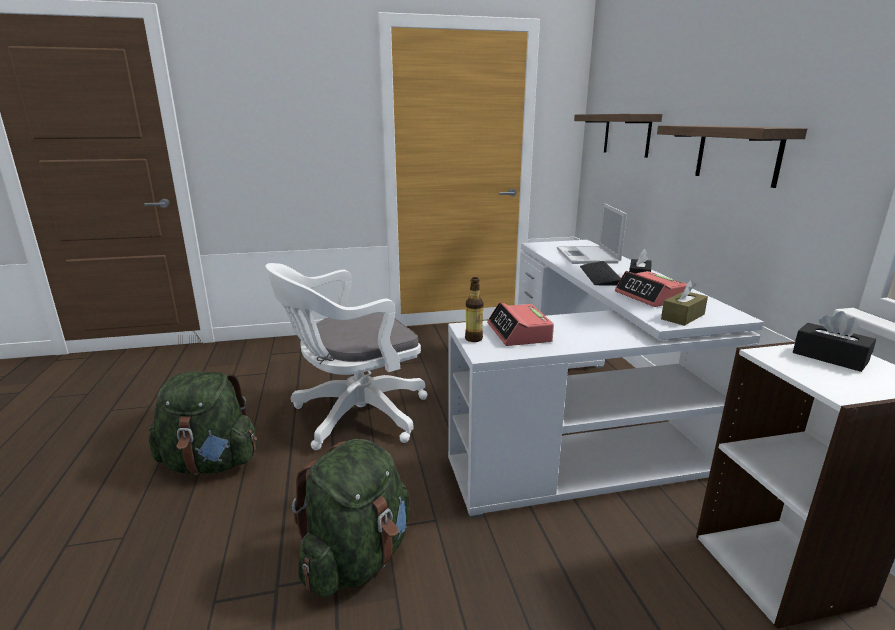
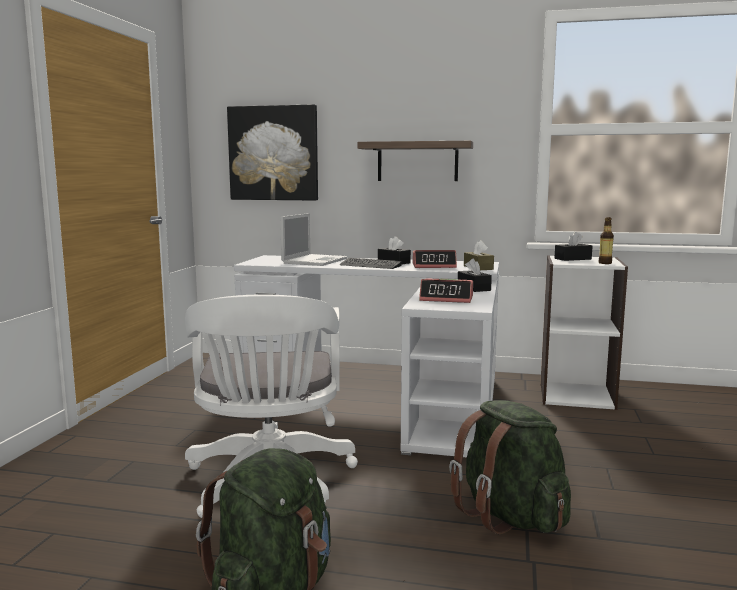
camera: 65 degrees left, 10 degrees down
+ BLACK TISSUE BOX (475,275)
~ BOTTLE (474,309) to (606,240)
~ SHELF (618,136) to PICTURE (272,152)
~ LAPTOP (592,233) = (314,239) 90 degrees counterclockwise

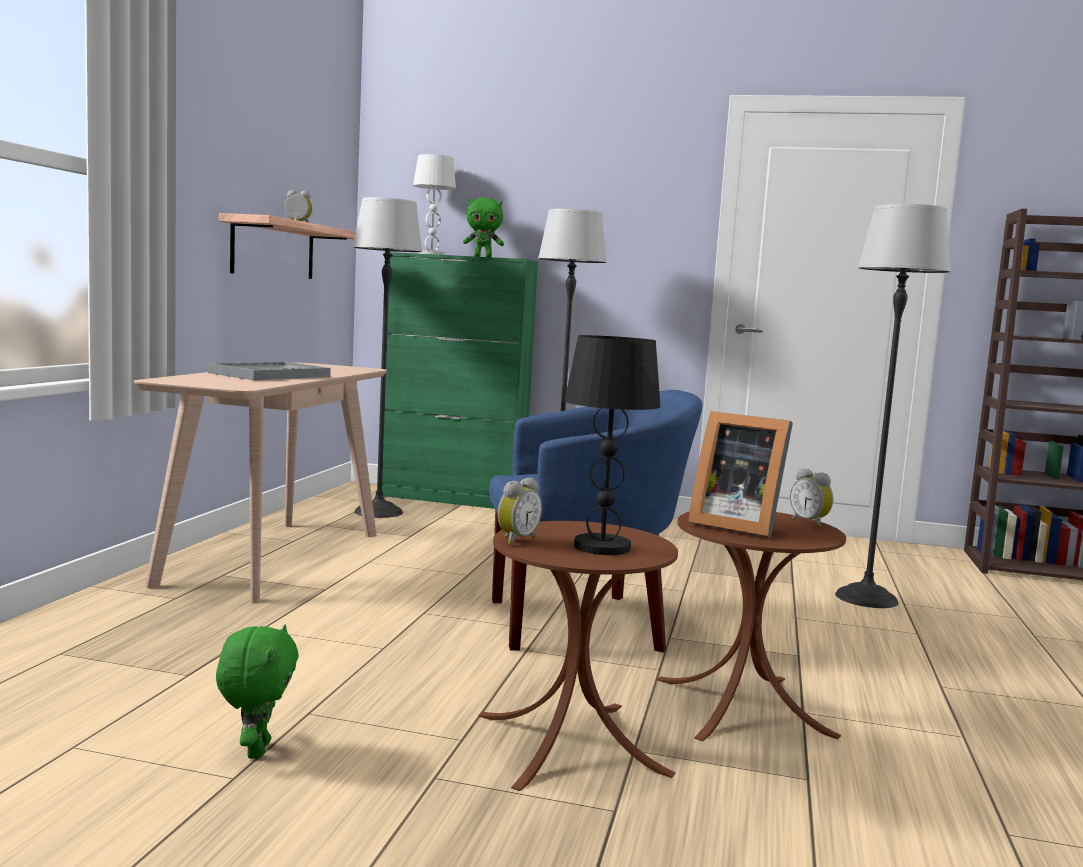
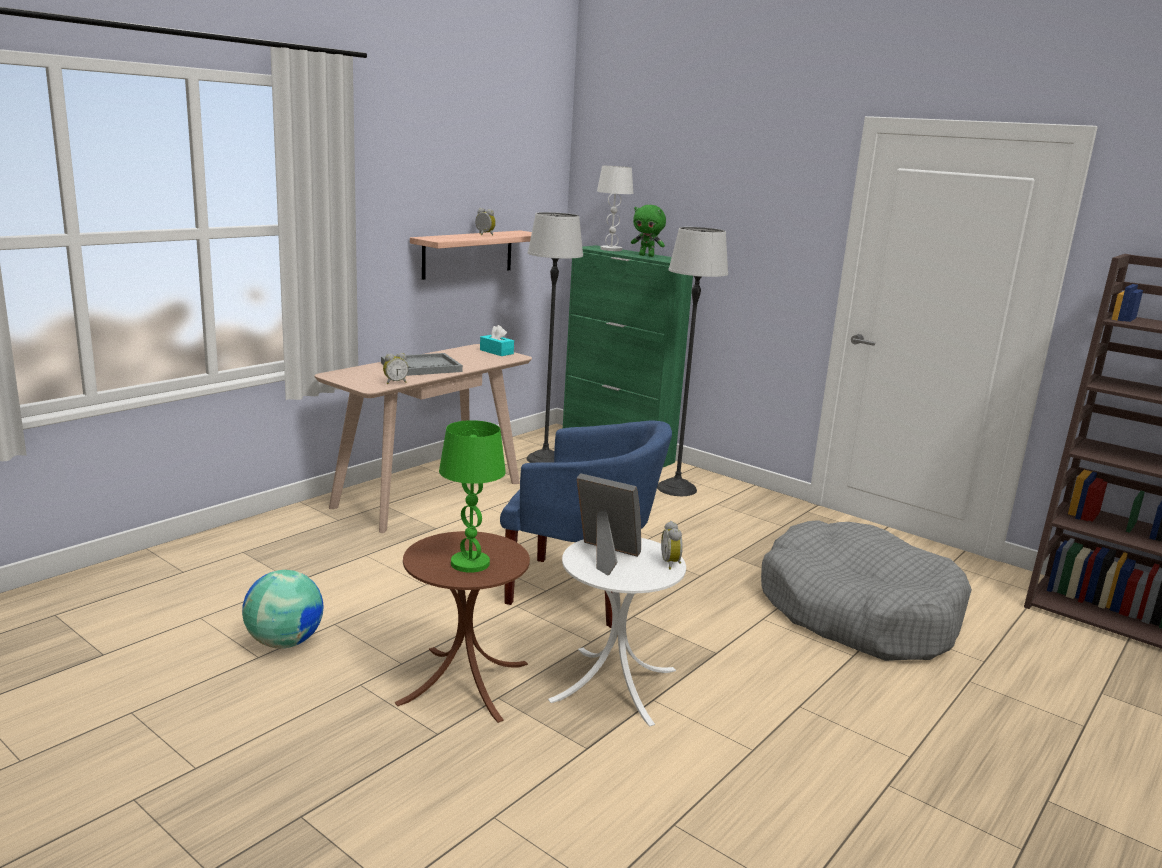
camera: 25 degrees right, 10 degrees up
+ TURQUOISE TISSUE BOX (497,340)
~ ALARM CLOCK (520,511) to (396,368)
~ GREEN PLUSH TOY (257,692) to GLOBE (283,609)
~ FLOOR LAMP (893,406) to GREY DOG BED (866,590)
~ BLACK TABLE LAMP (612,445) to GREEN TABLE LAMP (472,496)
~ BROWN SIDE TABLE (751,626) to WHITE SIDE TABLE (617,632)
~ PICTURE FRAME (740,474) = (609,524) 150 degrees clockwise

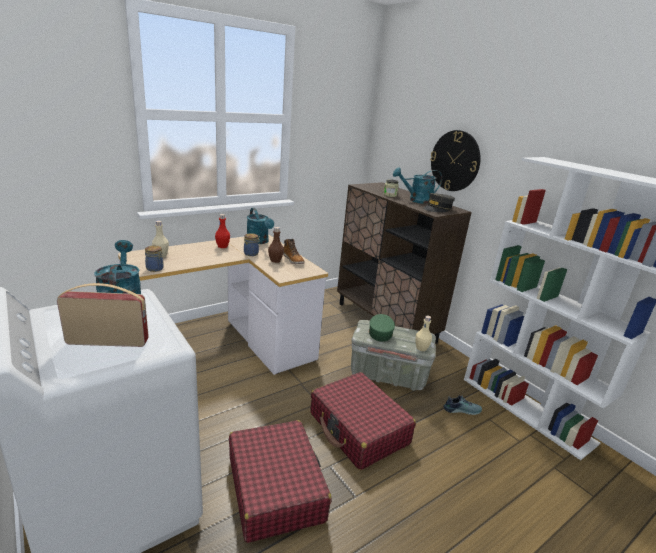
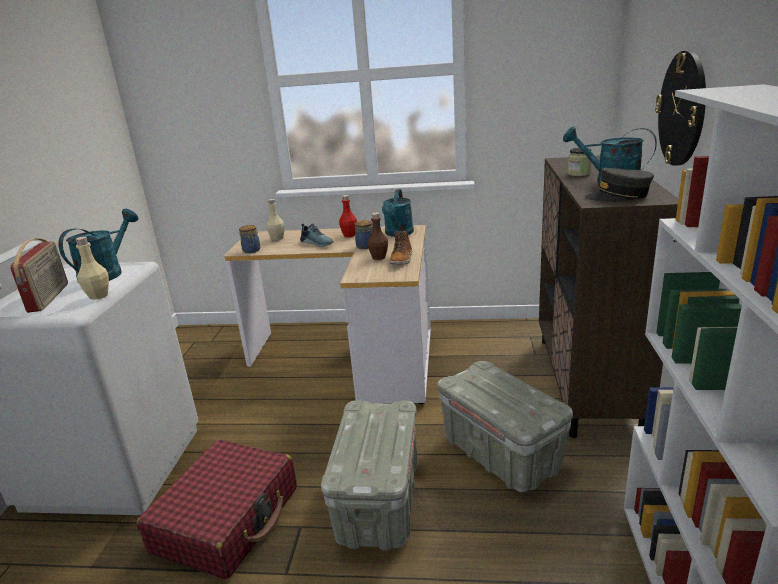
camera: 45 degrees right, 0 degrees up
- GREEN CAP (382,328)
~ BEIGE BOTTLE (424,333) to (92,268)
~ SHOE (462,405) to (317,235)
~ RED SUITCASE (363,421) to GREY STORAGE BOX (369,475)
~ RADIO (103,315) = (39,275) 45 degrees clockwise

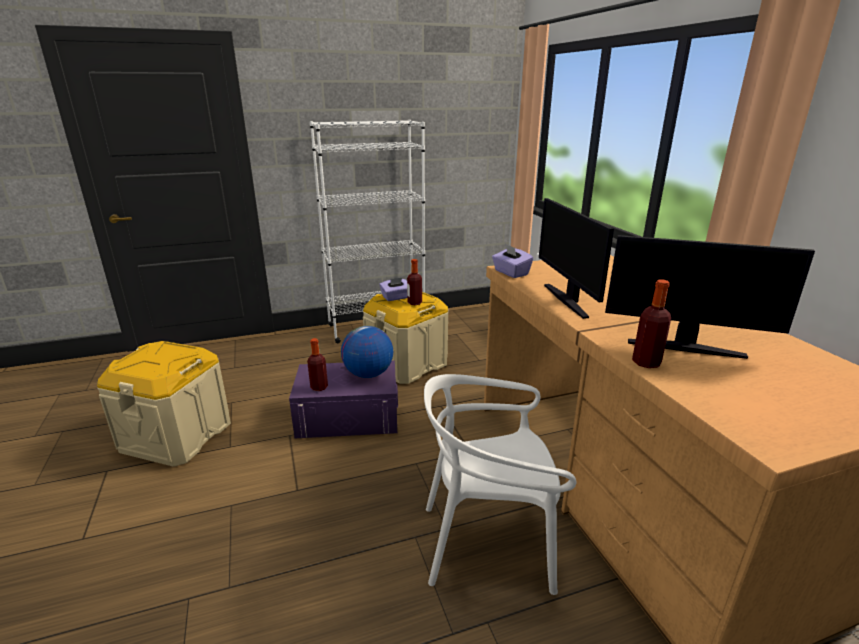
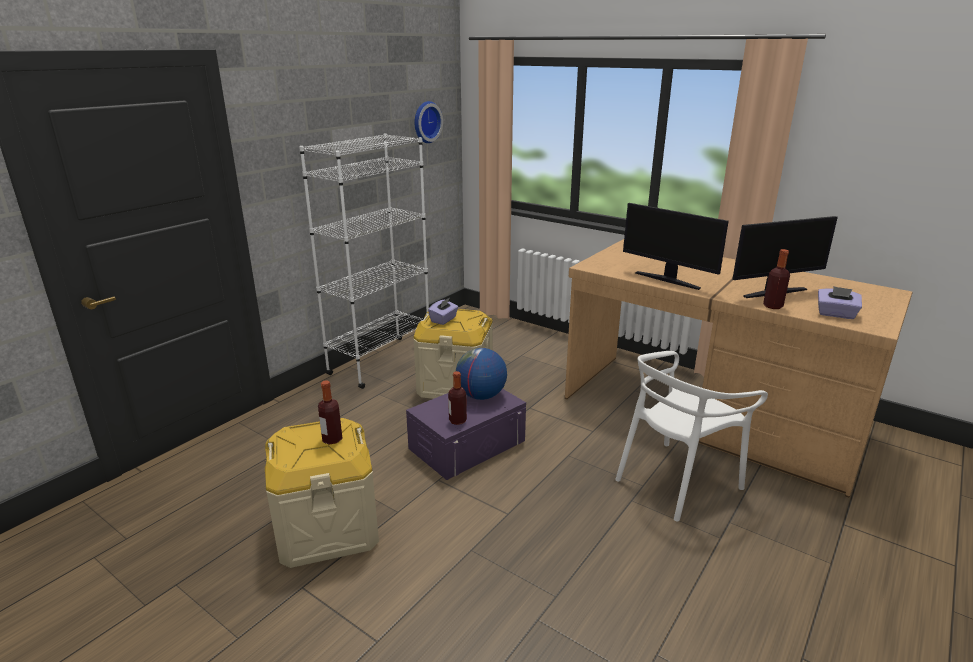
camera: 35 degrees left, 0 degrees up
+ WALL CLOCK (428,122)
~ BOTTLE (414,282) to (330,412)
~ PURPLE TISSUE BOX (512,261) to (840,302)

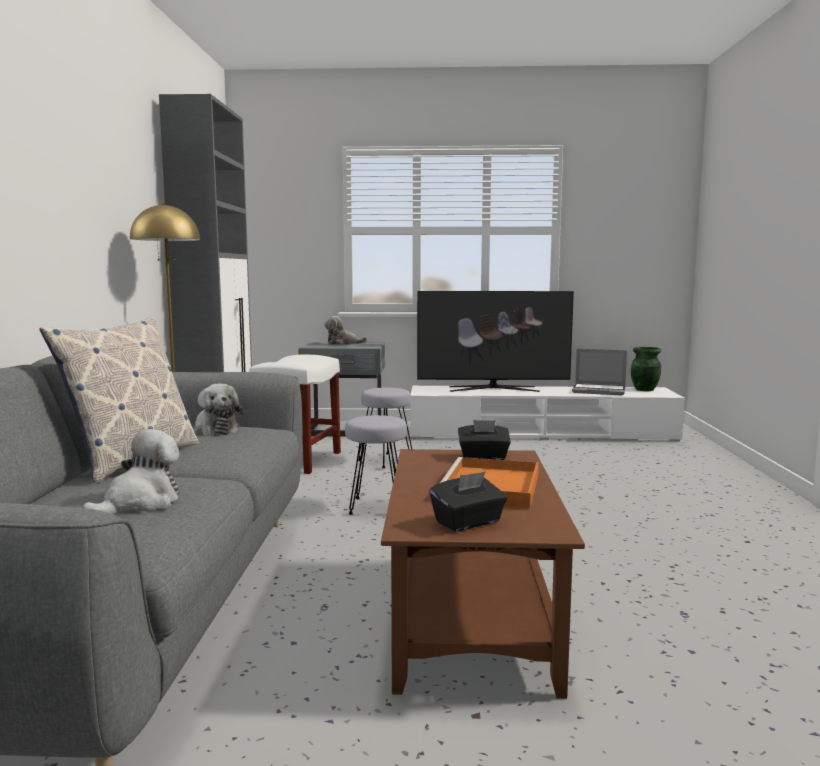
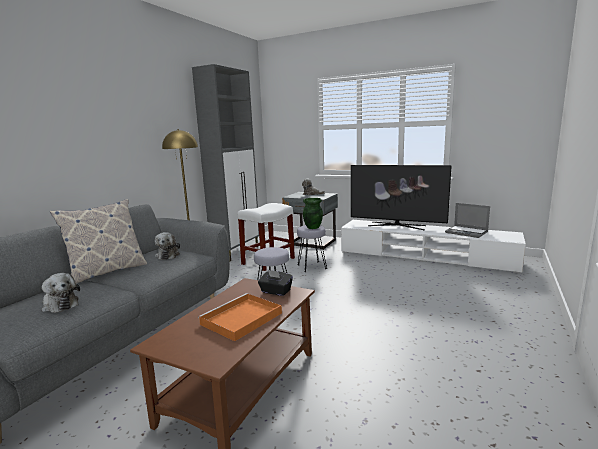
camera: 25 degrees right, 5 degrees up
- BLACK TISSUE BOX (468,501)
~ GREEN VASE (646,369) to (313,213)
~ PLUSH TOY (130,472) = (61,293) 75 degrees clockwise

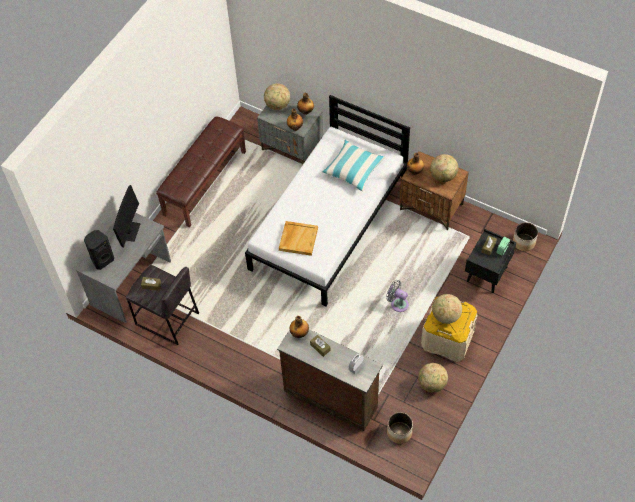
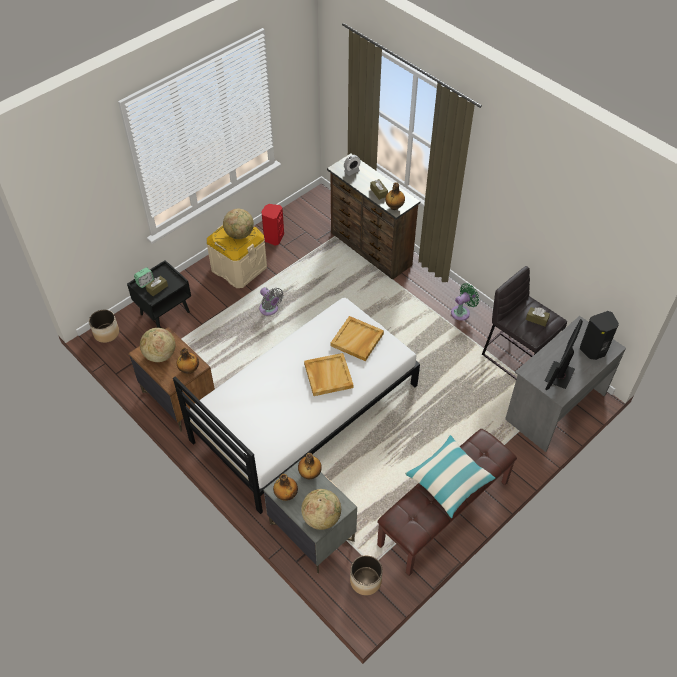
camera: 165 degrees left, 5 degrees down
+ BEIGE TRAY (328,374)
+ GREEN FAN (465,302)
~ PILLOW (353,165) to (450,476)
~ PLANTER (400,428) to (366,575)
~ GLOBE (433,378) to RED SPEAKER (273,225)

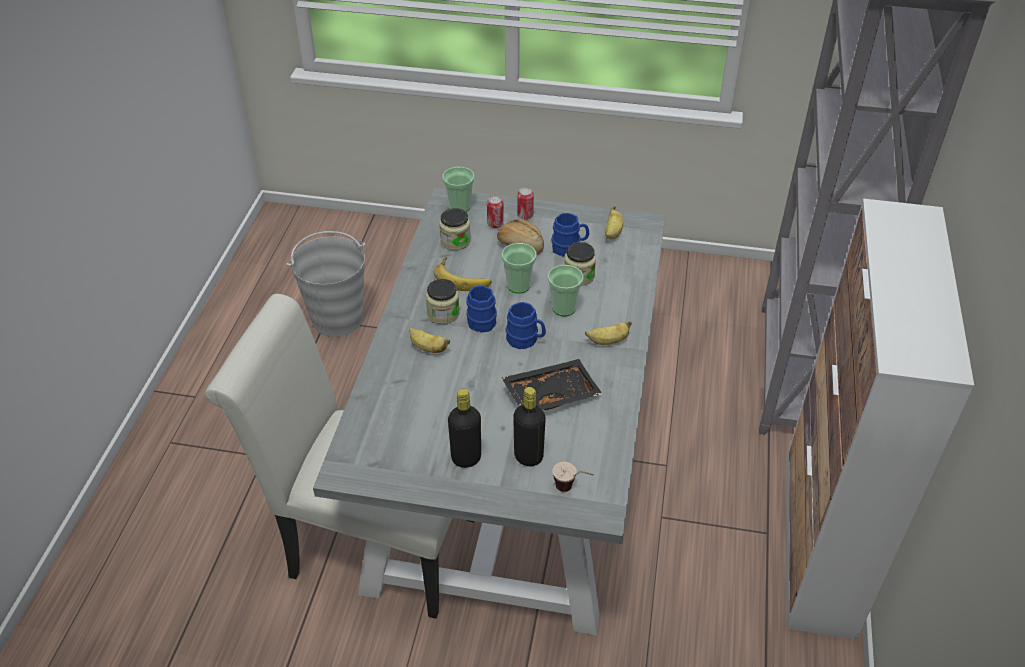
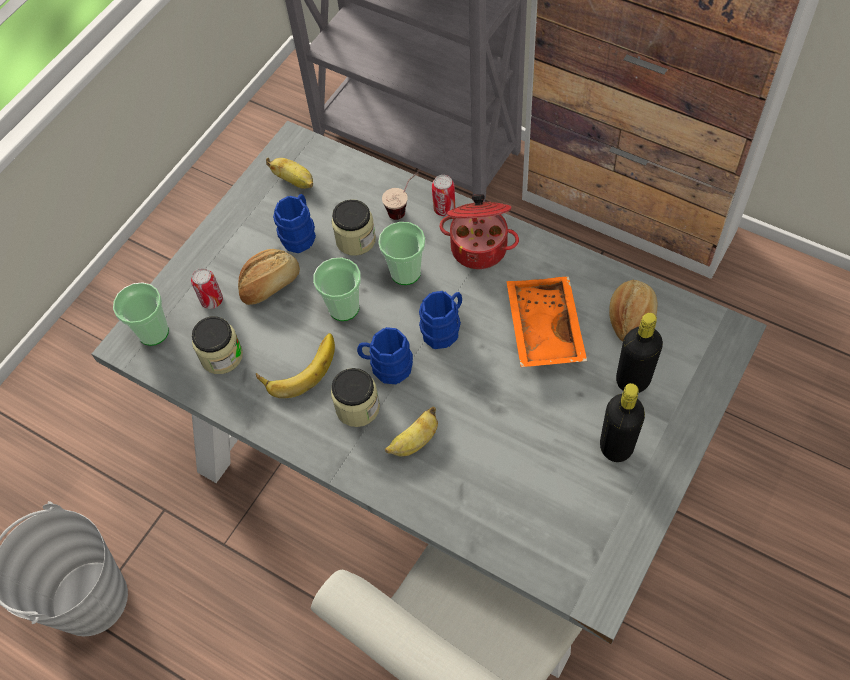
camera: 65 degrees left, 15 degrees up
+ BREAD (633,310)
~ CAN (525,203) to (443,195)
~ CUP (573,477) to (401,194)
~ BANANA (608,333) to COOKING POT (479,231)
~ BLACK TRAY (552,384) to ORANGE TRAY (546,321)

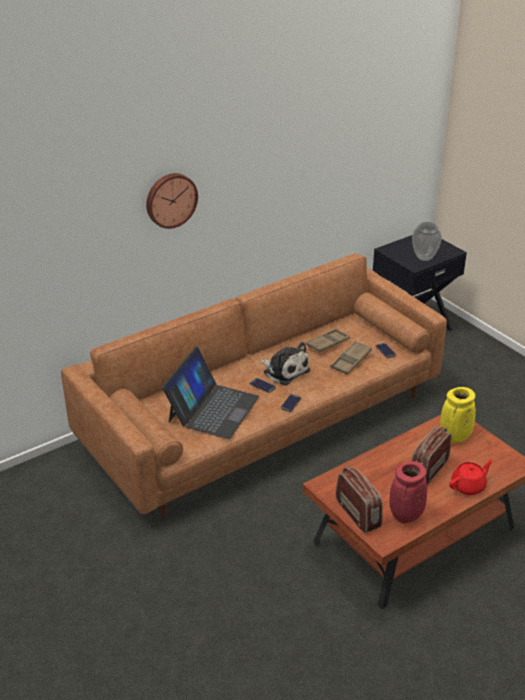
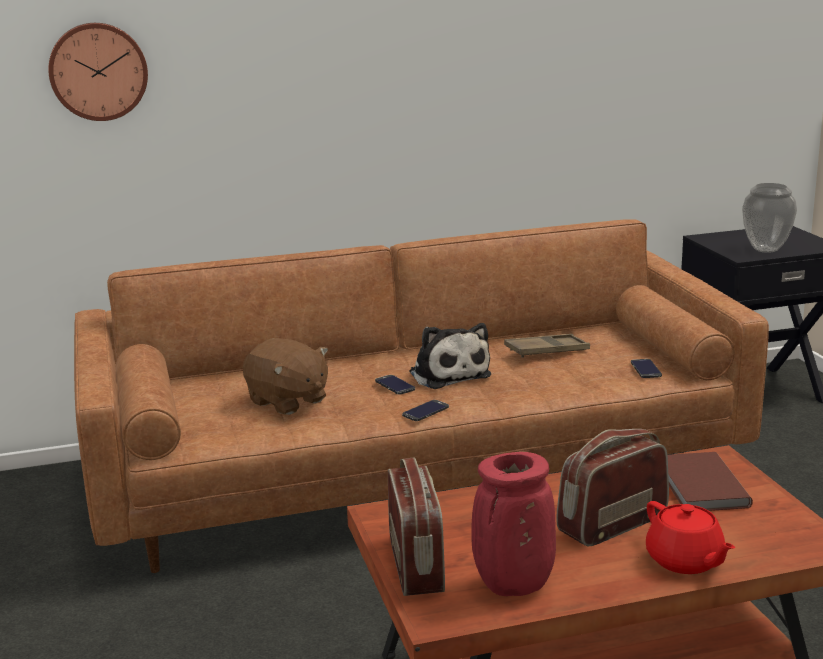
camera: 20 degrees right, 15 degrees down
- BROWN TRAY (351,358)
~ WALL CLOCK (172,201) to (98,72)
~ LAPTOP (210,393) to BROWN PLUSH TOY (285,376)
~ YELLOW VASE (458,415) to BROWN BOOK (710,481)
~ RED TEAPOT (471,477) = (690,537) 75 degrees clockwise

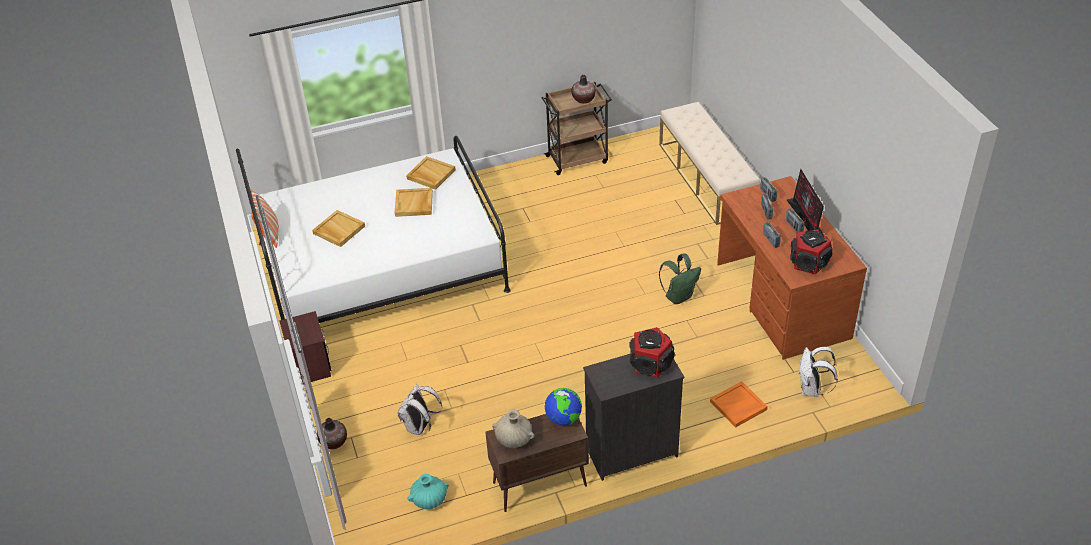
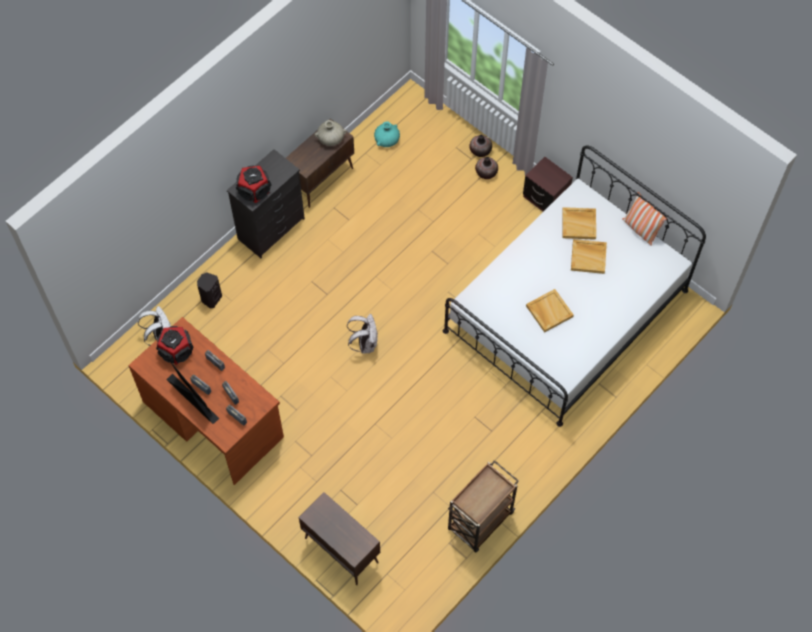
camera: 150 degrees right, 20 degrees up
- GLOBE (563,406)
- GREEN BACKPACK (680,278)
~ WHITE BACKPACK (419,409) to (362,334)
~ BEIGE TRAY (431,173) to (579,223)
~ VASE (583,89) to (486,168)
~ BEIGE BENCH (709,163) to BROWN CABINET (339,538)
~ ORANGE TRAY (739,404) to BLACK SPEAKER (209,290)

